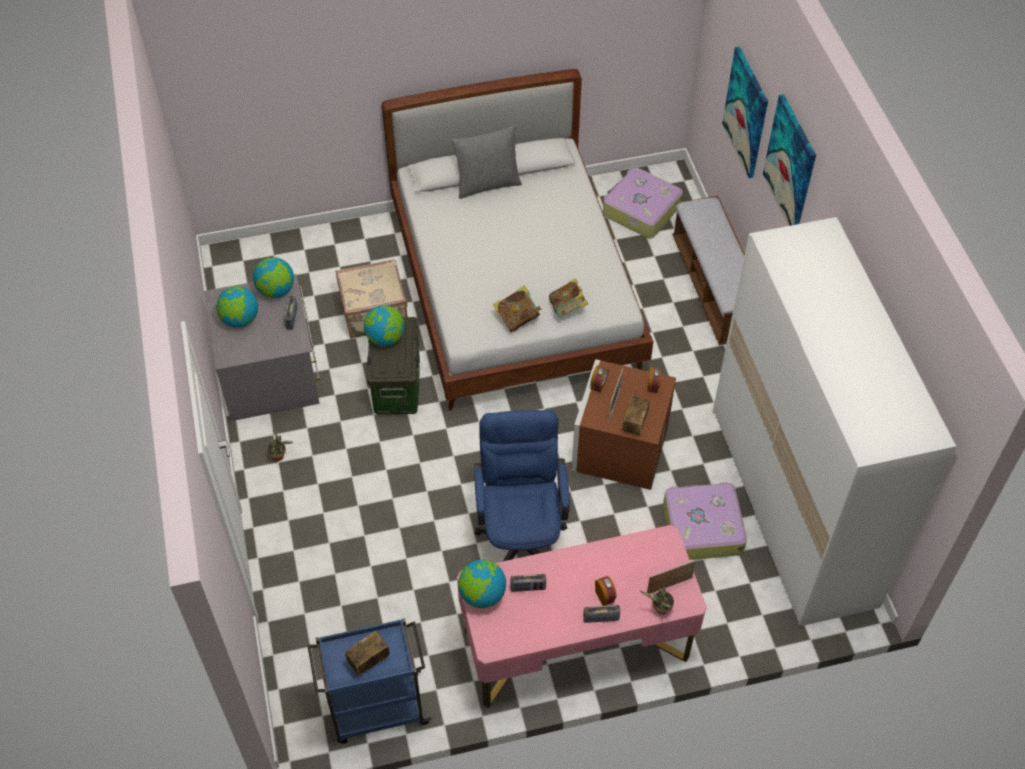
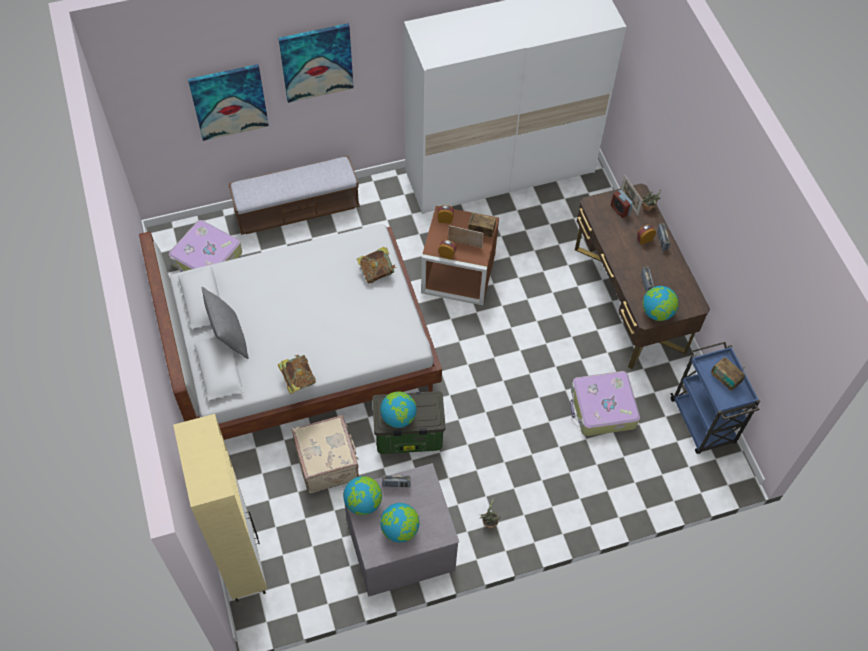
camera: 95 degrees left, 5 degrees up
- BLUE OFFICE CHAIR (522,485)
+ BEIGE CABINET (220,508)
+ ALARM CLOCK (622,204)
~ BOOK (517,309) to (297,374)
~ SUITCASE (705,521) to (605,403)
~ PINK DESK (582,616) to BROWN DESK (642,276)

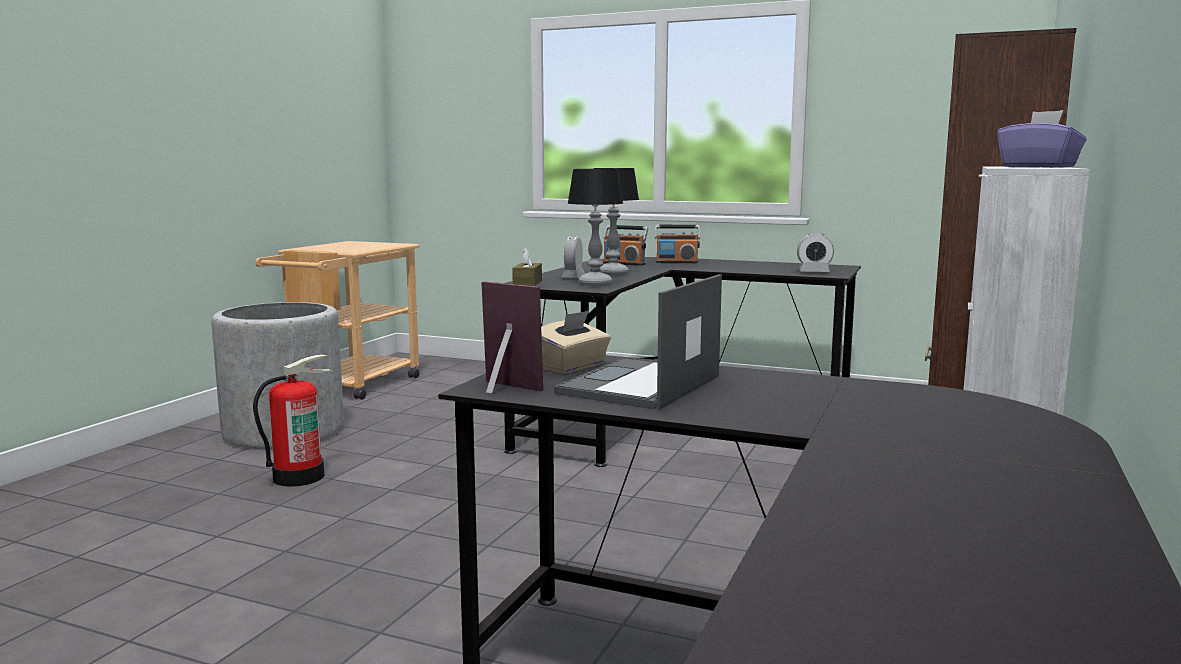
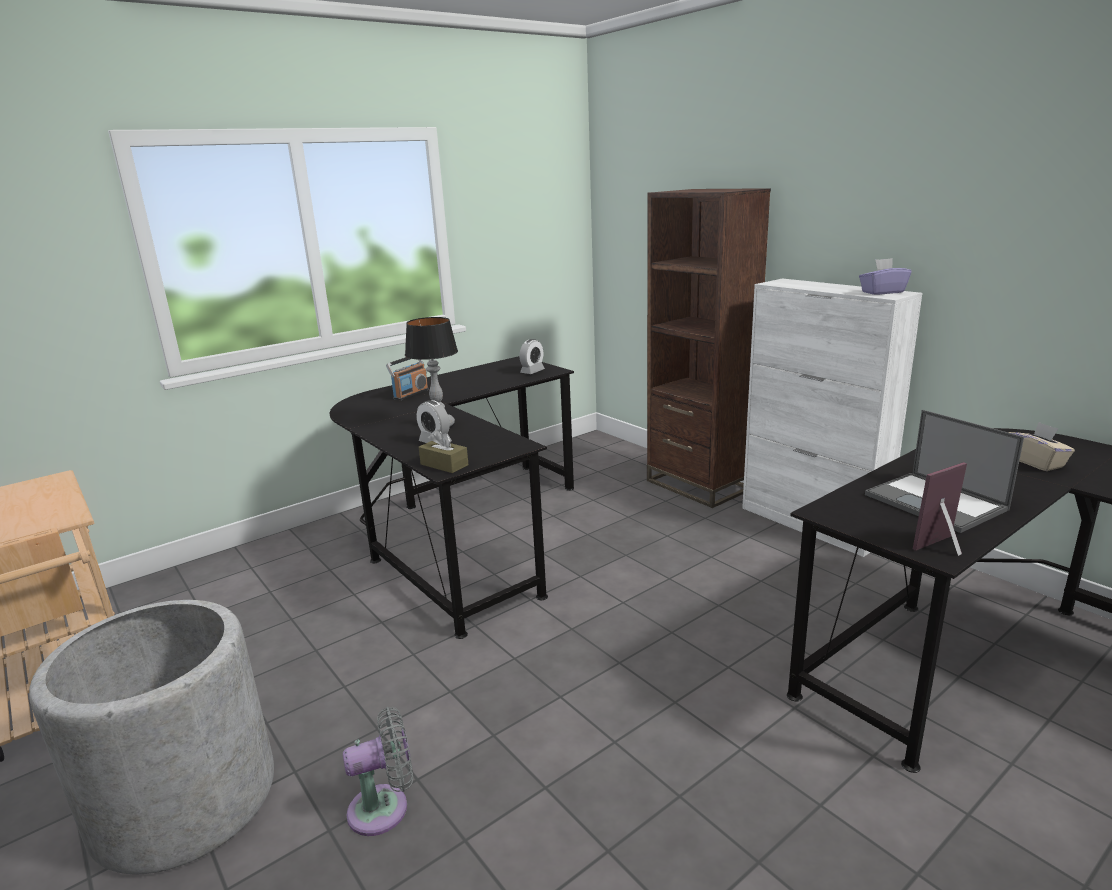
camera: 60 degrees left, 10 degrees up
- TABLE LAMP (595,227)
- RADIO (625,245)
~ BEIGE TISSUE BOX (576,342) to (1041,446)
~ FIRE EXTINGUISHER (292,420) to GREY FAN (378,771)

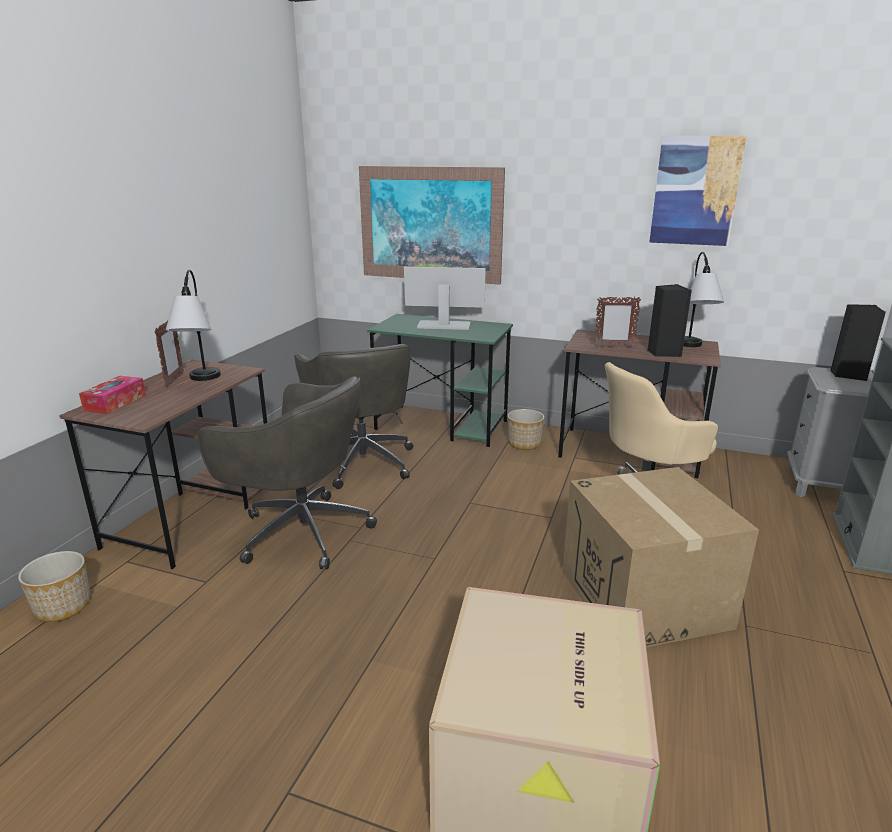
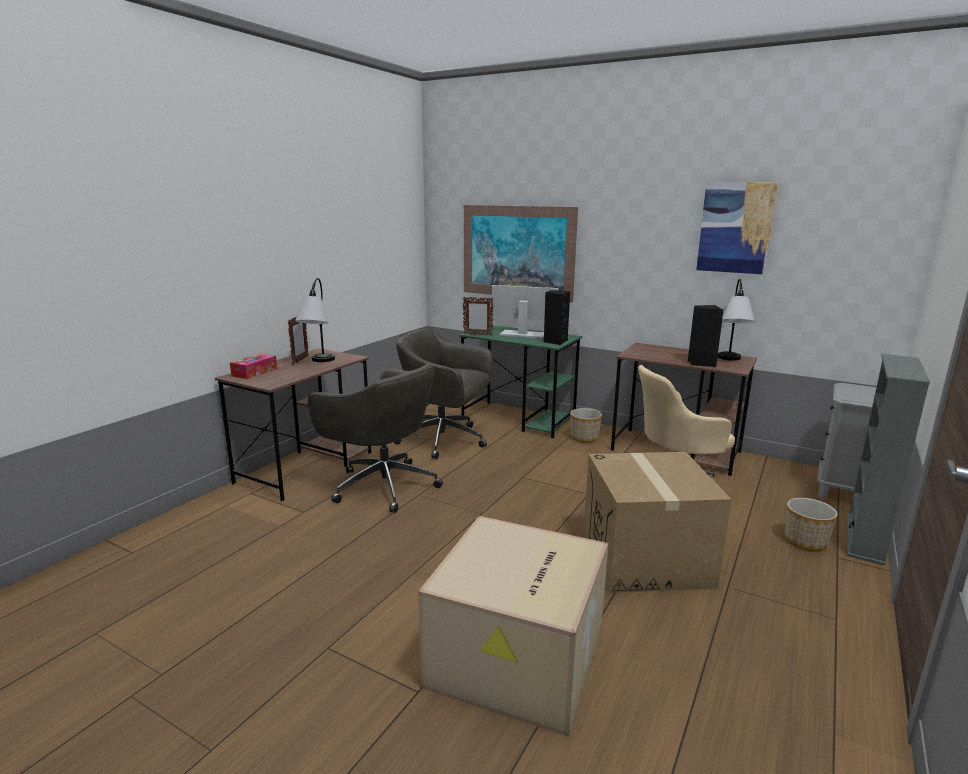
camera: 10 degrees right, 5 degrees down
~ PLANTER (54,586) to (811,524)
~ PICTURE FRAME (617,322) to (478,316)
~ BLACK SPEAKER (858,342) to (557,317)
~ GREY OFFICE CHAIR (353,416) = (443,394) 120 degrees clockwise

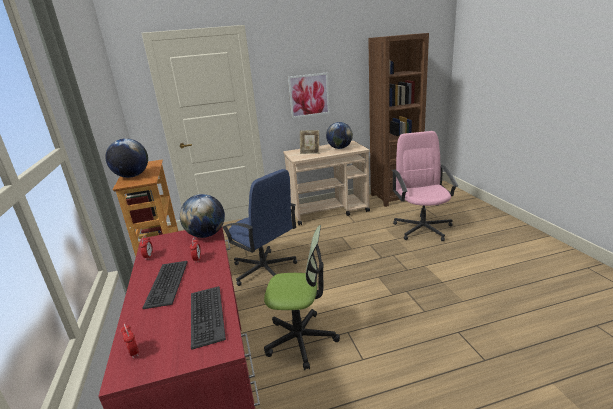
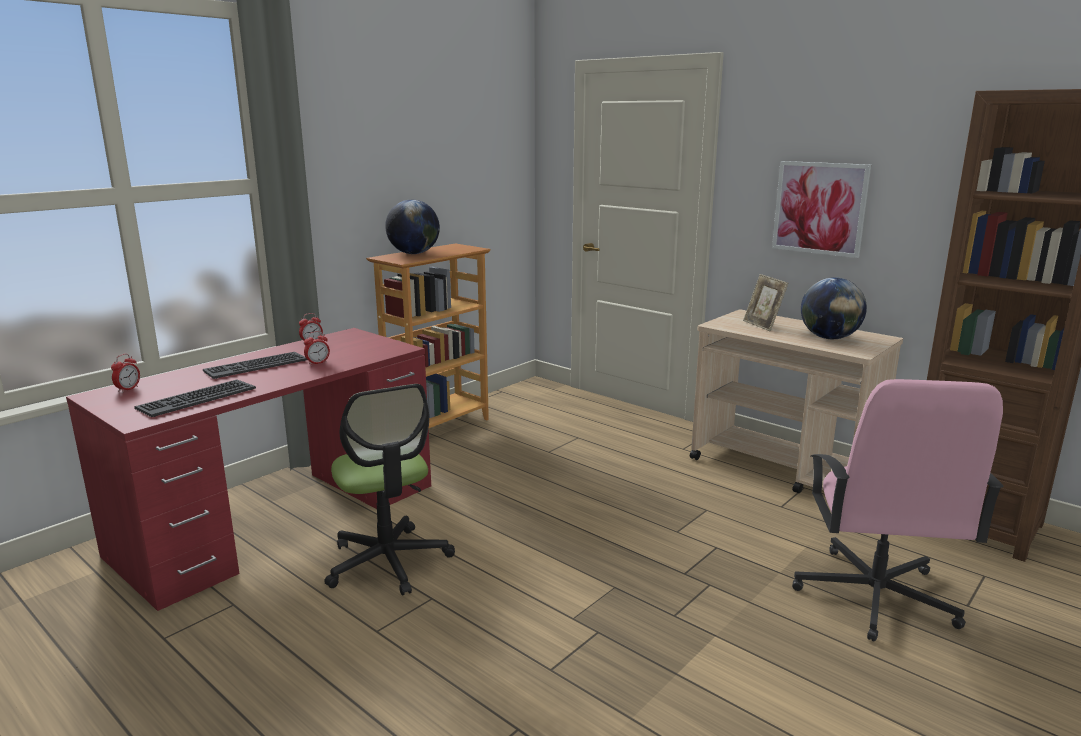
camera: 55 degrees right, 5 degrees down
- GLOBE (202,216)
- BLUE OFFICE CHAIR (259,227)
~ PINK OFFICE CHAIR (425,186) = (897,510) 135 degrees clockwise

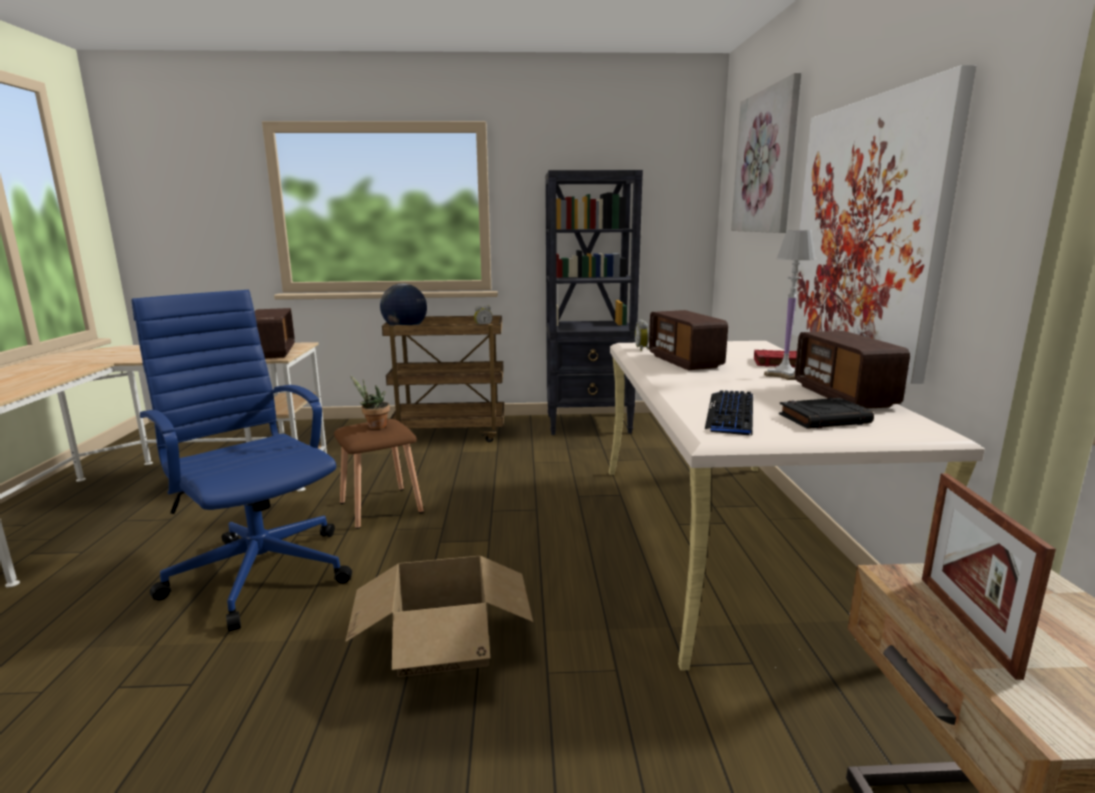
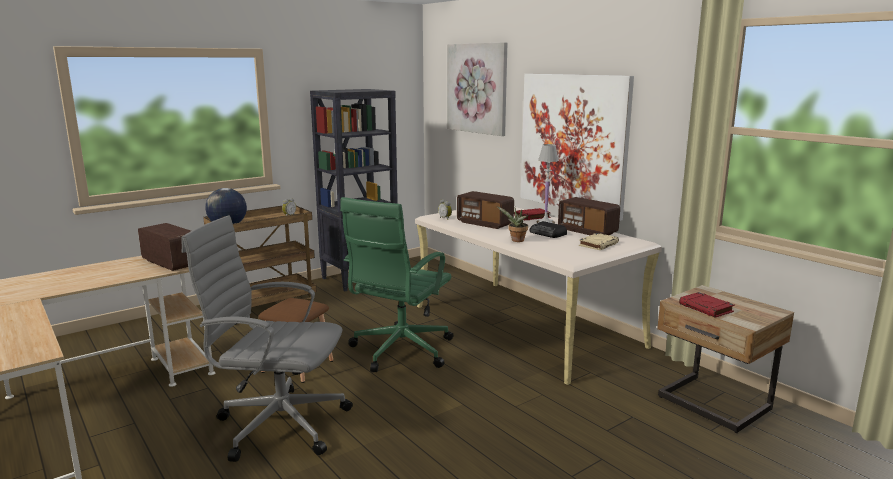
camera: 35 degrees left, 0 degrees up
- CARDBOARD BOX (439,616)
- KEYBOARD (729,412)
+ GREEN OFFICE CHAIR (397,284)
+ RADIO (548,229)
~ POTTED PLANT (370,402) to (513,224)
~ PICTURE FRAME (989,576) to RED BOOK (707,305)
~ BLUE OFFICE CHAIR (242,460) to GREY OFFICE CHAIR (267,338)
~ BLACK BOOK (826,413) to BEIGE BOOK (599,241)

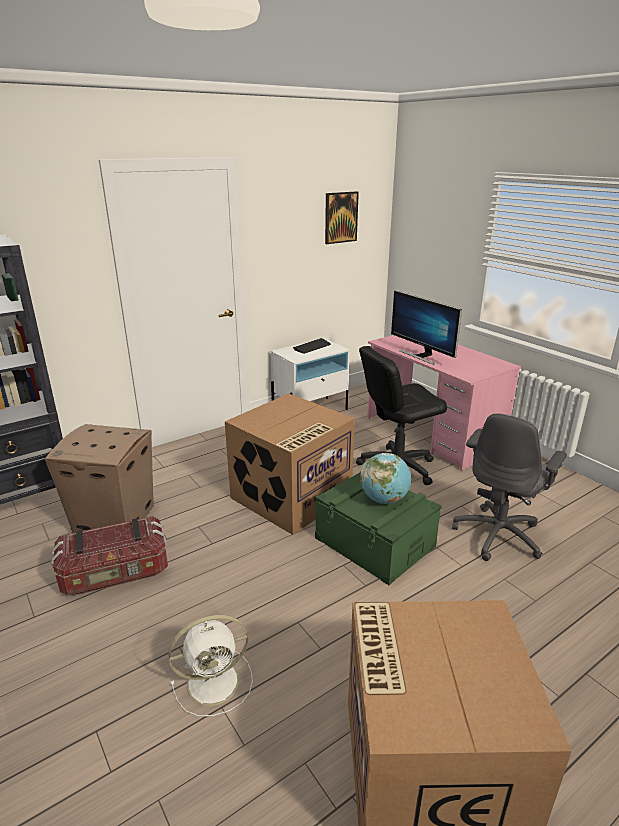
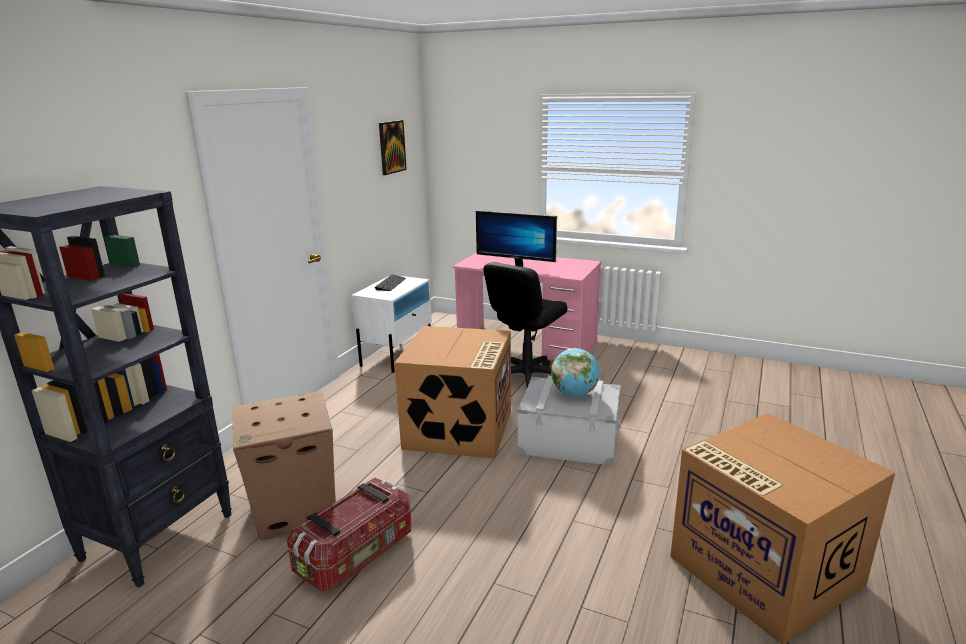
camera: 30 degrees left, 5 degrees down
- WHITE FAN (210,666)
- GREY OFFICE CHAIR (509,487)
~ GREEN STORAGE BOX (378,528) to GREY STORAGE BOX (569,421)

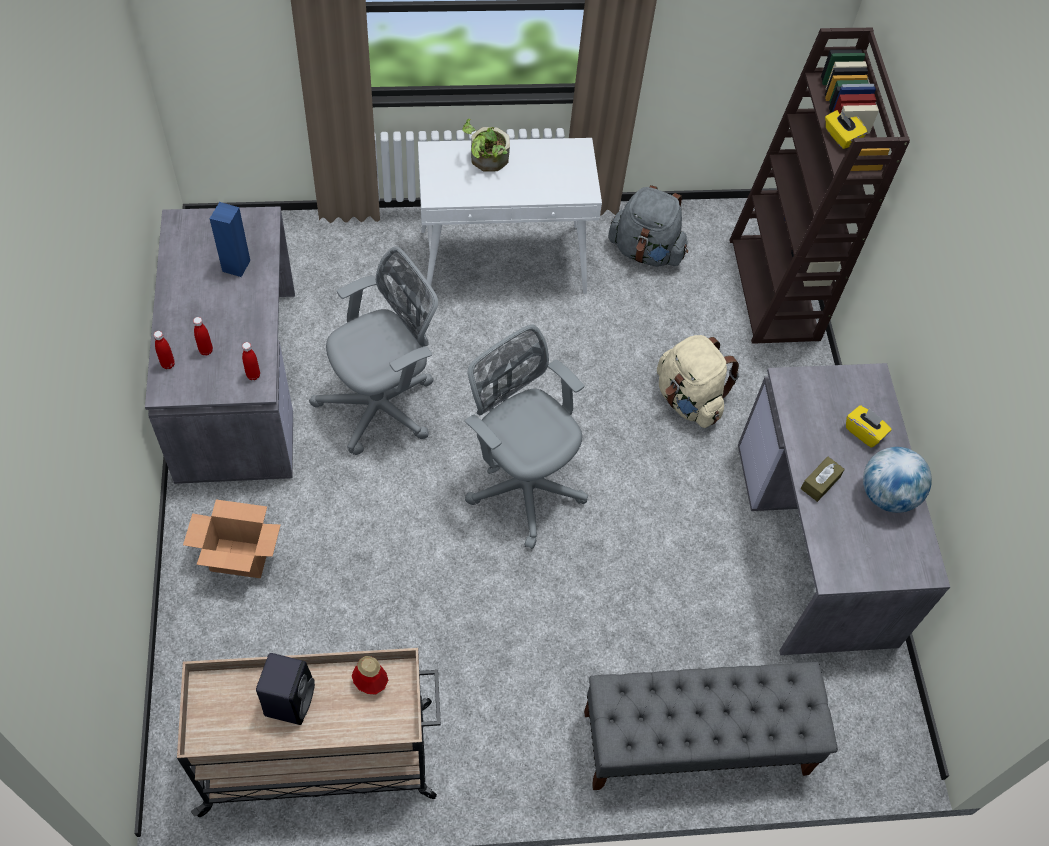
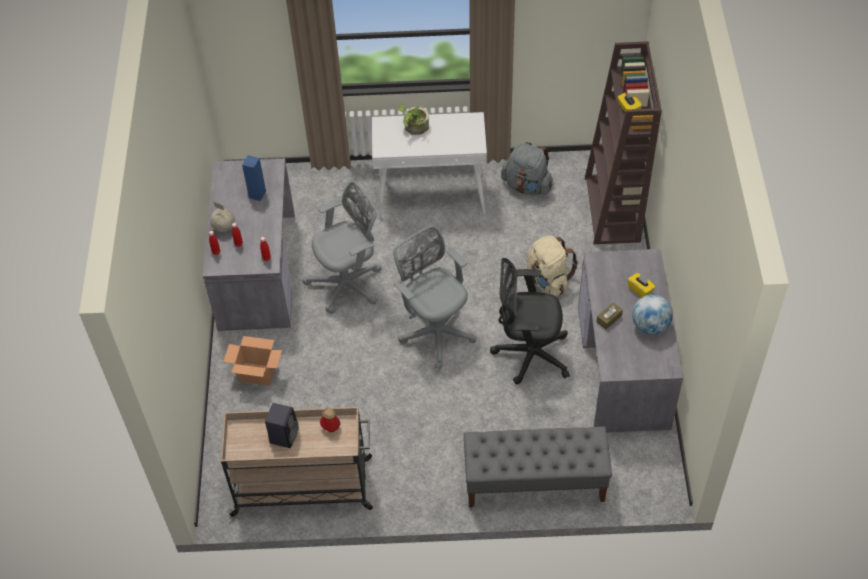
camera: 10 degrees right, 5 degrees down
+ GLOBE (222,217)
+ BLACK OFFICE CHAIR (530,321)

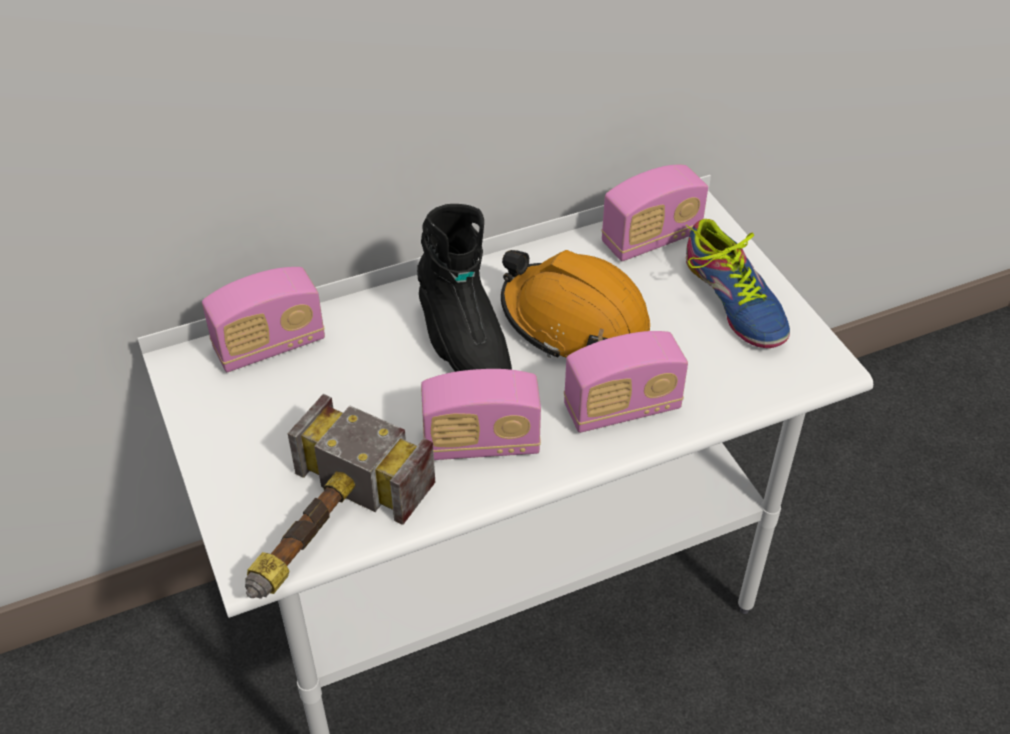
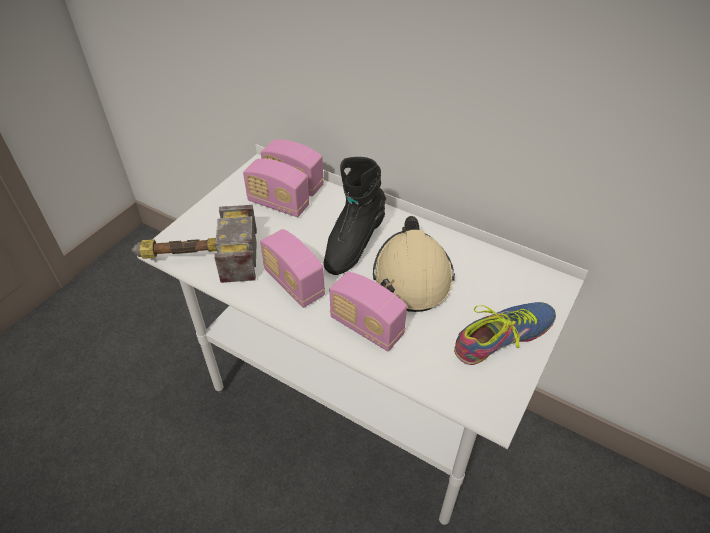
camera: 55 degrees right, 0 degrees up
~ RADIO (654,213) to (276,188)
~ ORANGE HARD HAT (575,304) to BEIGE HARD HAT (414,264)
~ SHOE (738,283) = (505,333) 150 degrees counterclockwise

